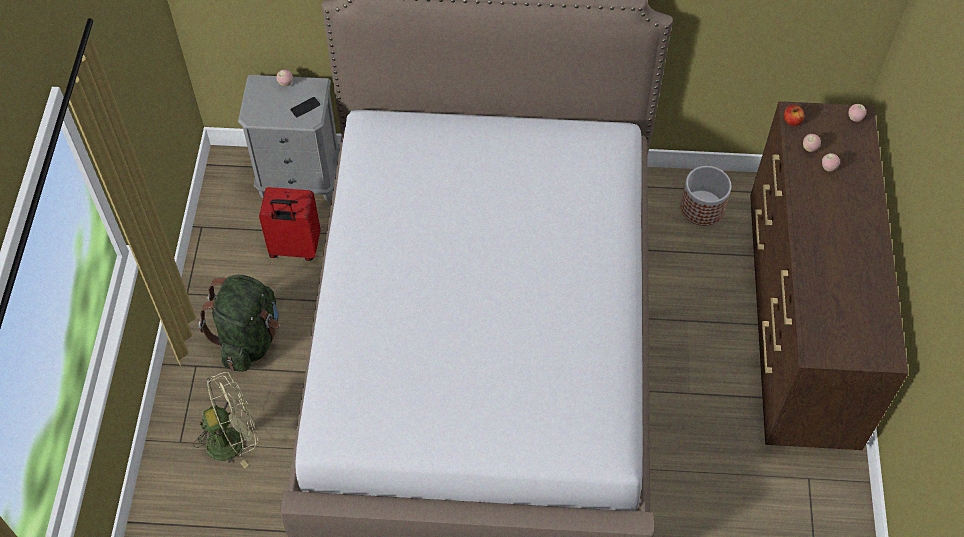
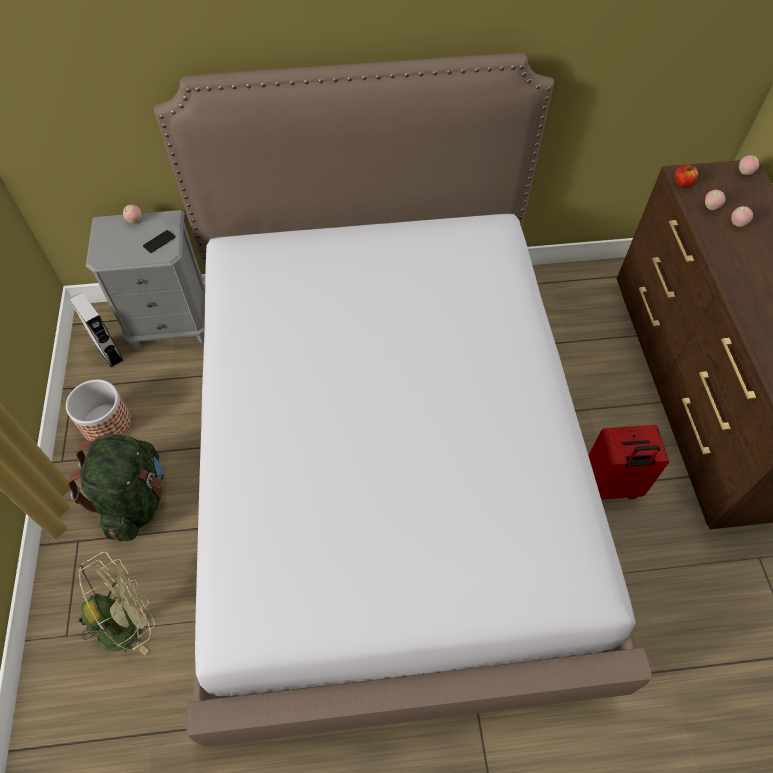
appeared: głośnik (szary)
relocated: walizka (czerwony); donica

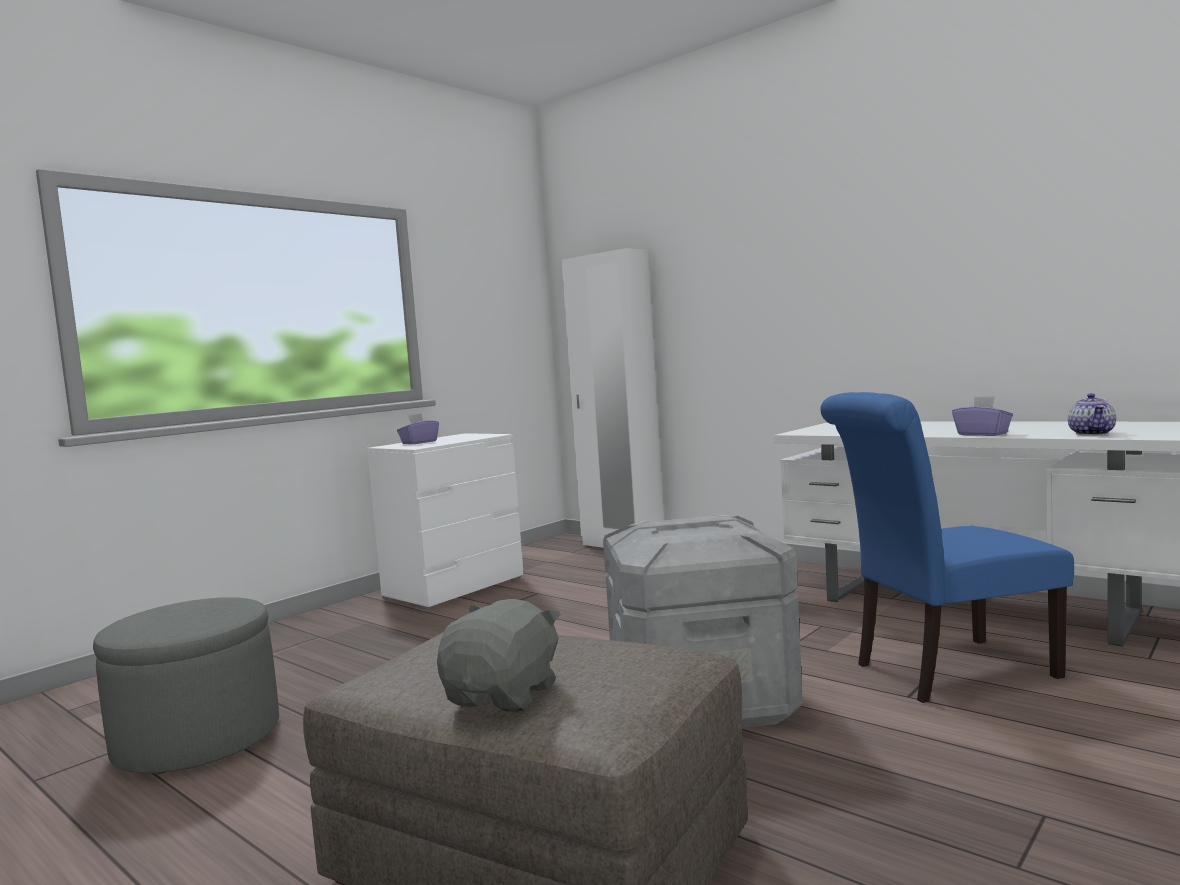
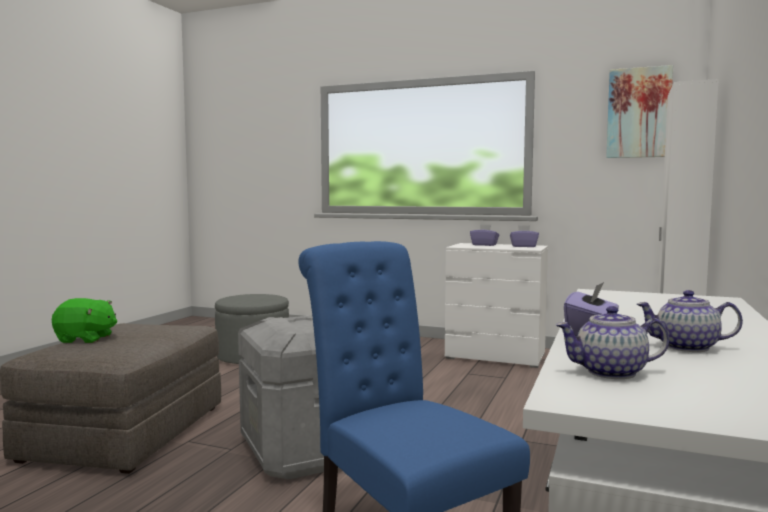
appeared: pudełko chusteczek (fioletowy) (no. 2 from left); obraz; imbryk (no. 2 from left)
colour: pluszak (szary) to pluszak (zielony)

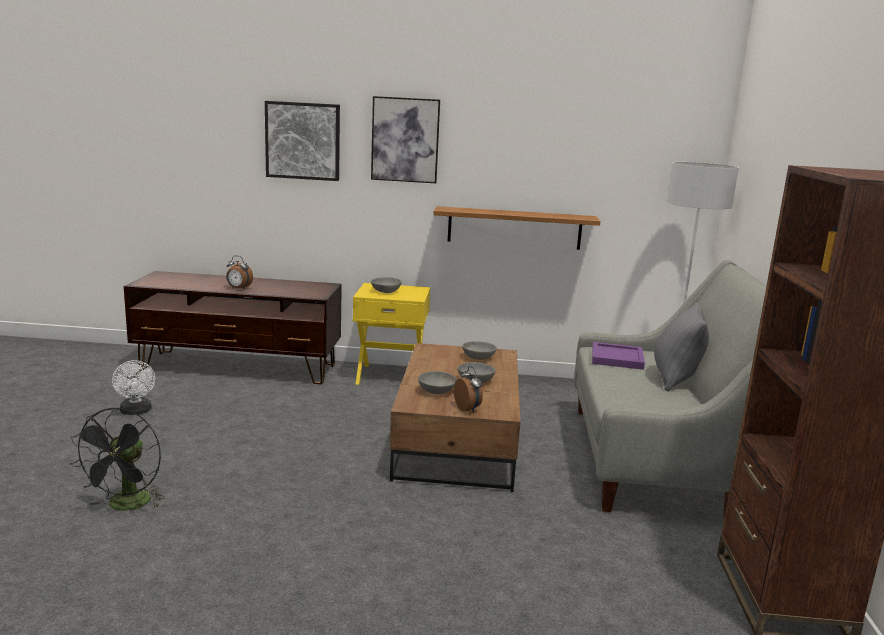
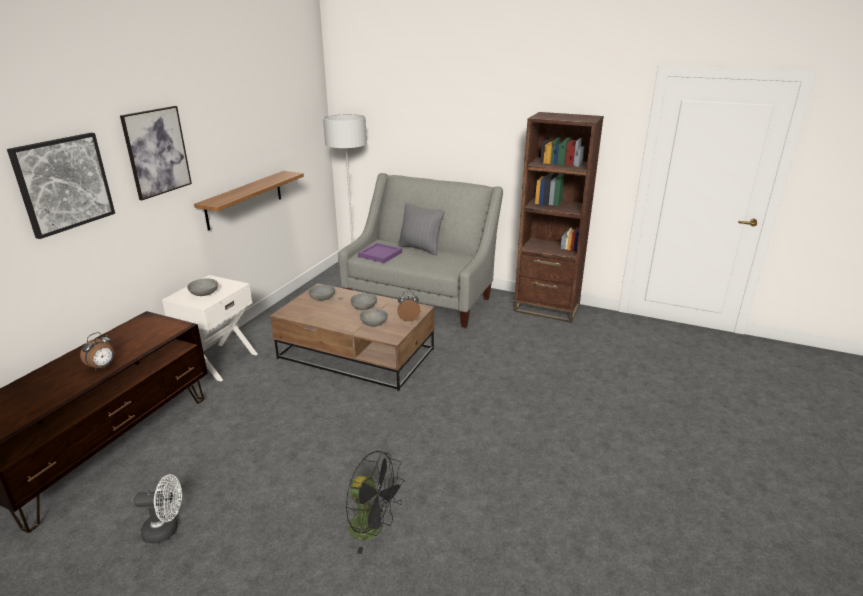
colour: szafka nocna (żółty) to szafka nocna (biały)

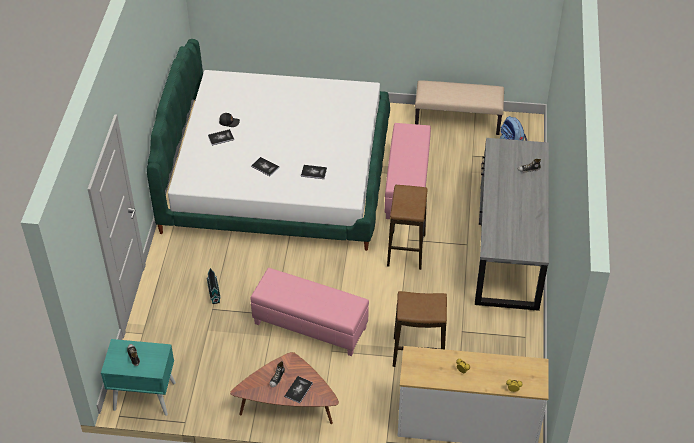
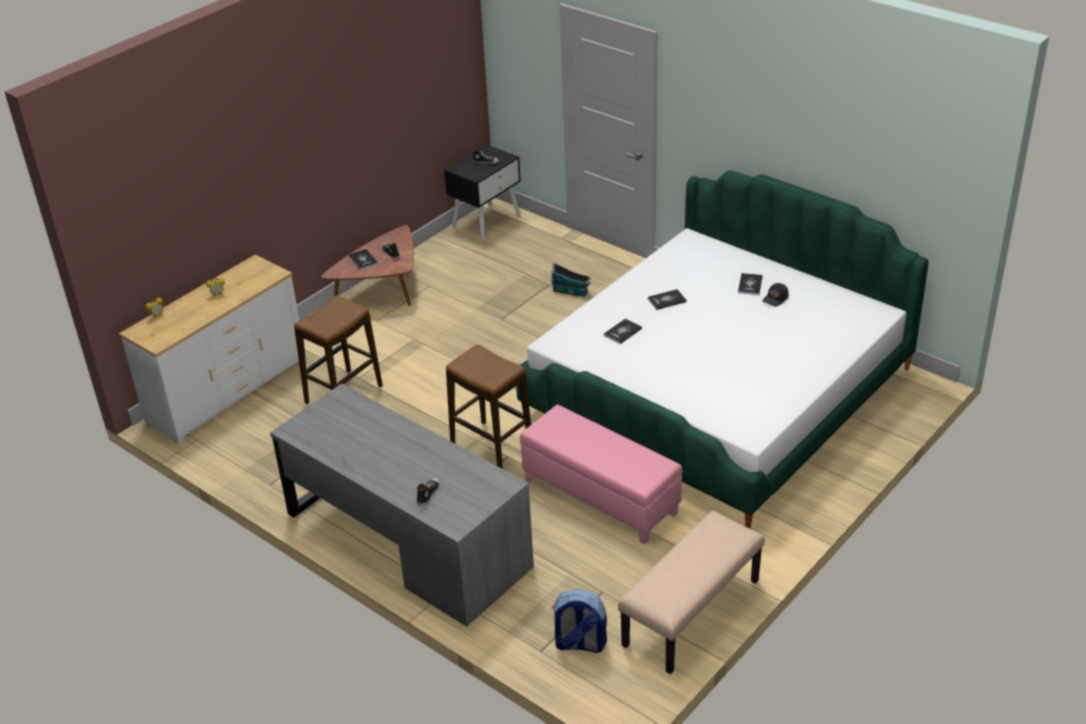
missing: pufa (różowy) (no. 1 from left)
colour: szafka nocna (turkusowy) to szafka nocna (czarny)

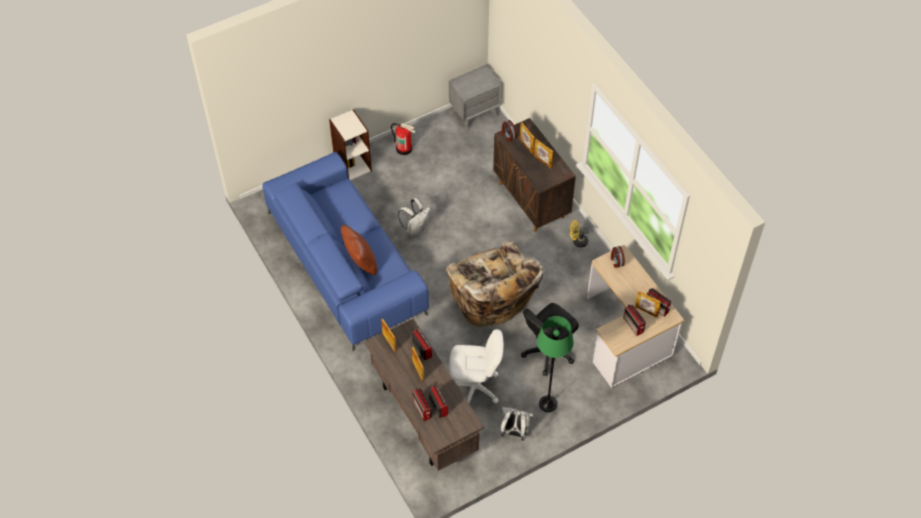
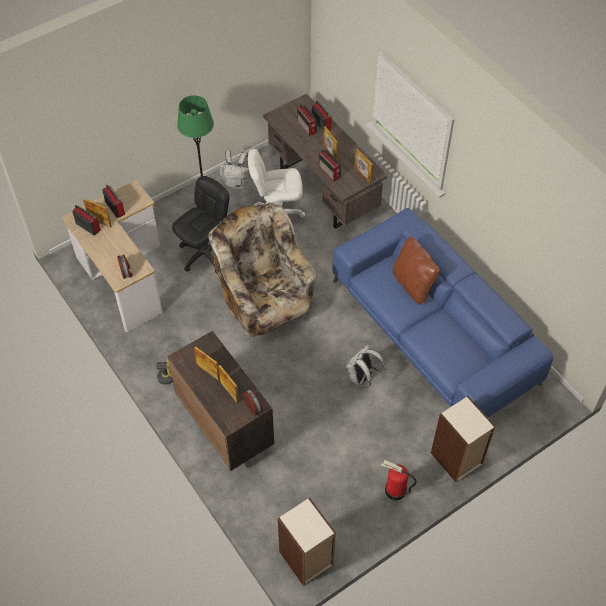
exchanged: szafka nocna (szary) to regał (no. 1 from left)

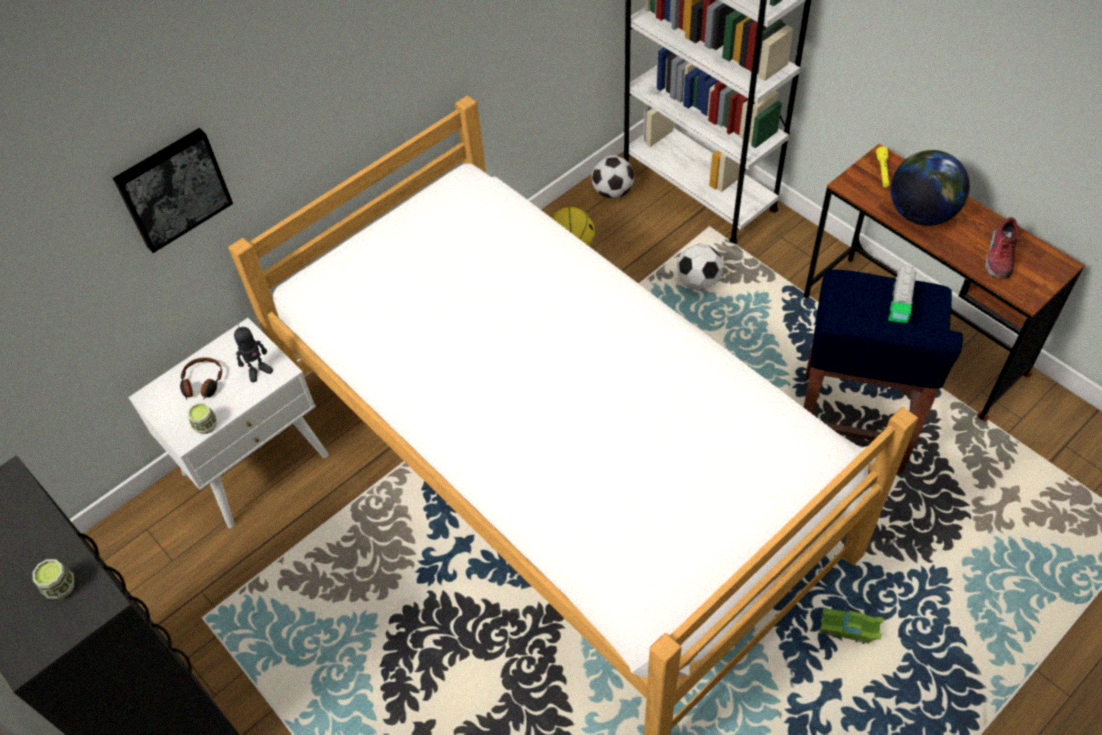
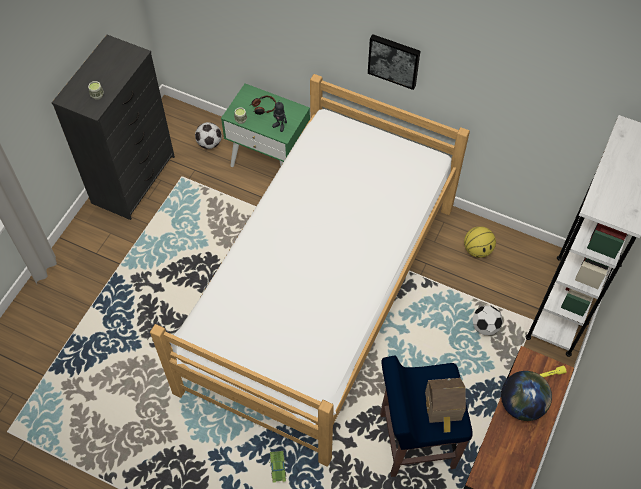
missing: but
relocated: obraz; piłka futbolowa (no. 1 from left)
exchanged: ciężarówka zabawkowa to domek
colour: szafka nocna (biały) to szafka nocna (zielony)

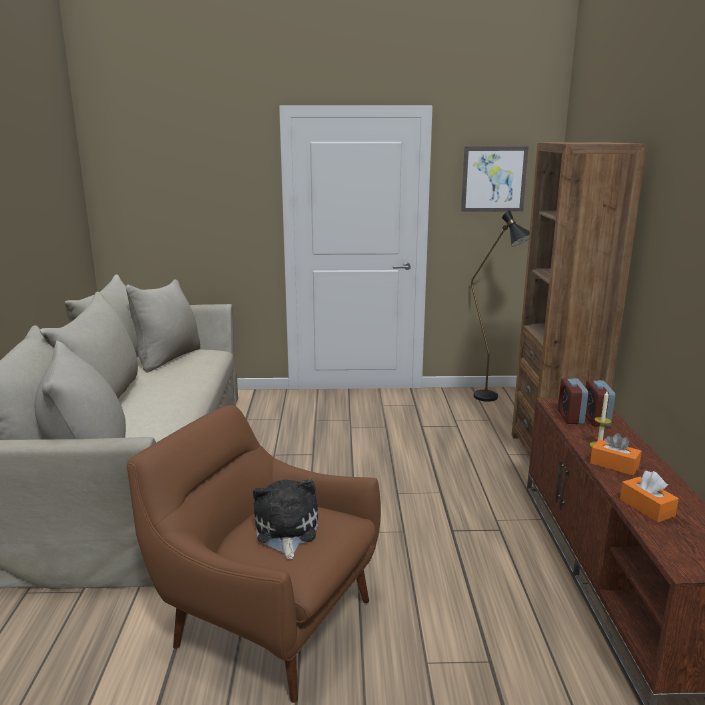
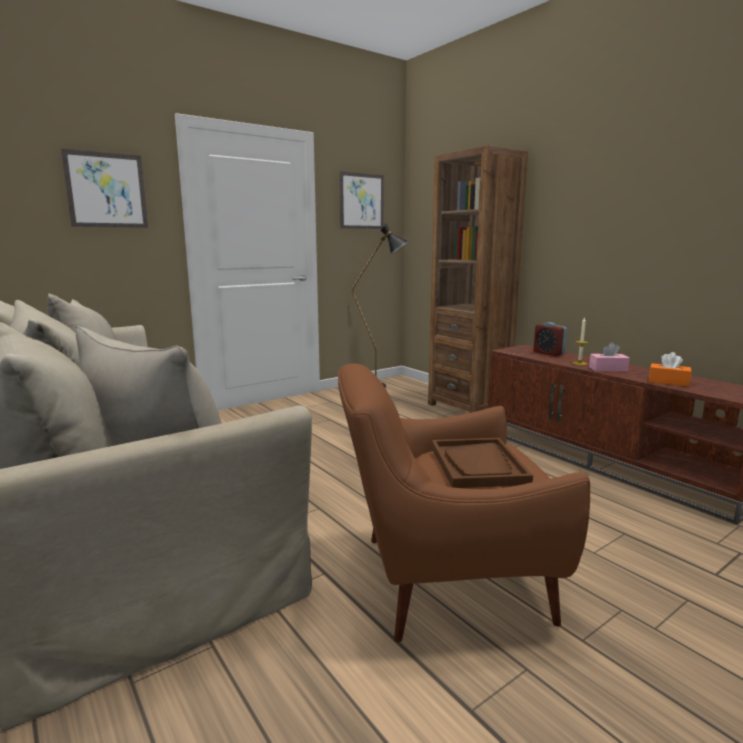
missing: budzik (no. 1 from left)
appeared: obraz (no. 1 from left)
exchanged: pluszak to taca (brązowy)
colour: pudełko chusteczek (pomarańczowy) (no. 1 from left) to pudełko chusteczek (różowy)

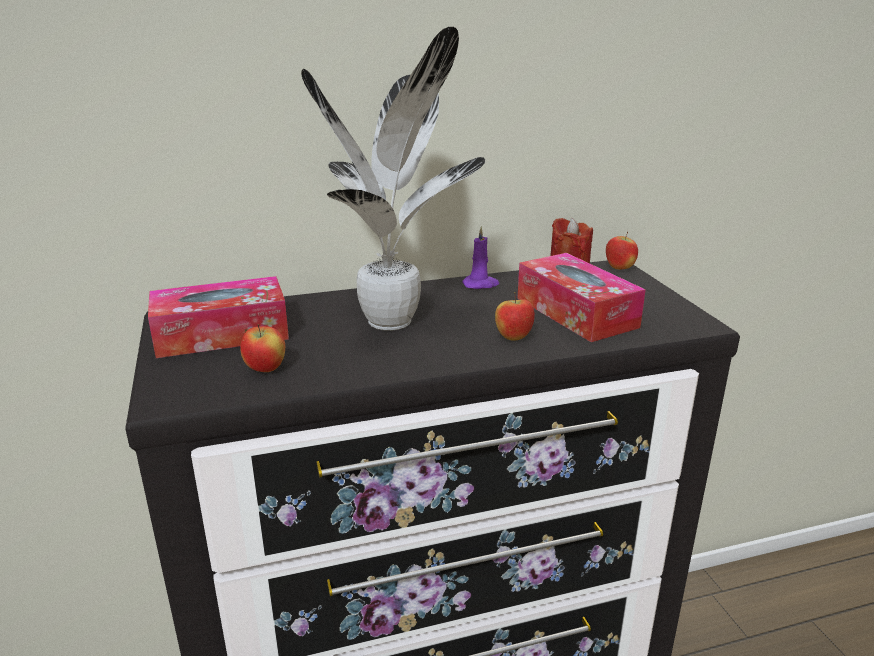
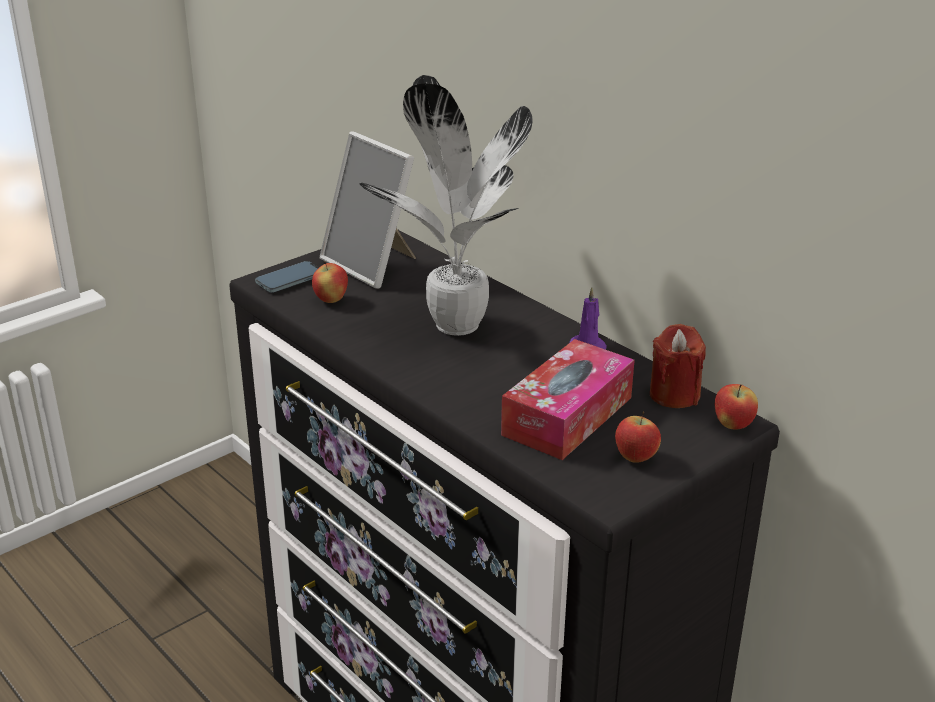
appeared: telefon
relocated: jabłko (no. 2 from left)
exchanged: pudełko chusteczek (no. 1 from left) to ramka na zdjęcie

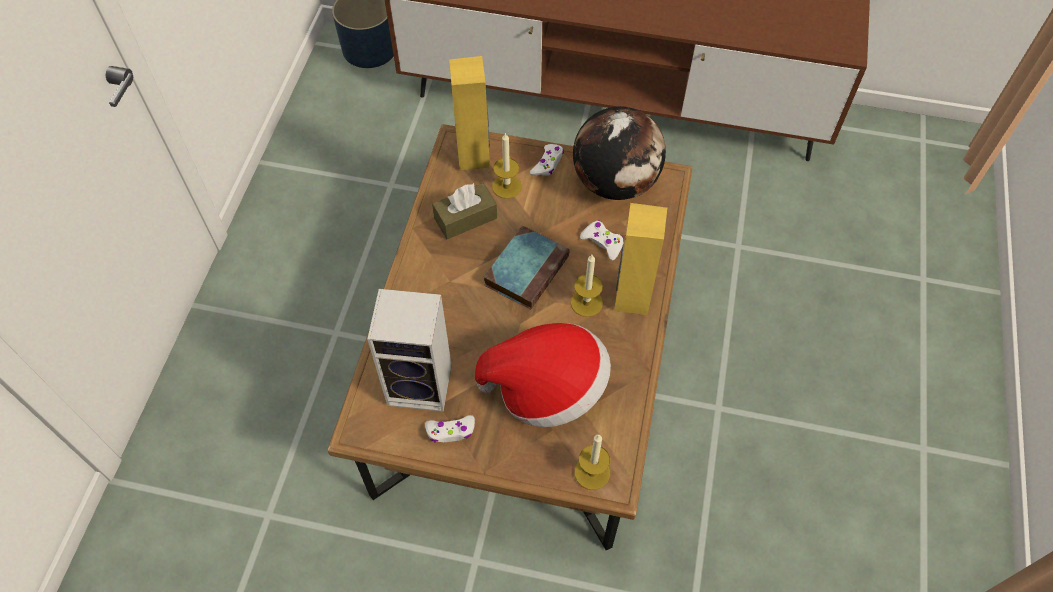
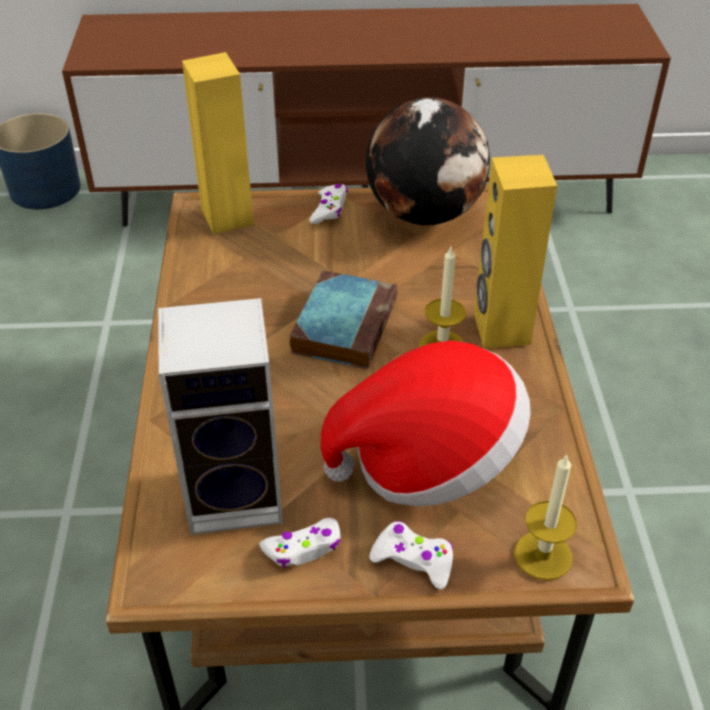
missing: pudełko chusteczek (brązowy); świeca (no. 1 from left)
relocated: pad do gier (biały) (no. 3 from left)

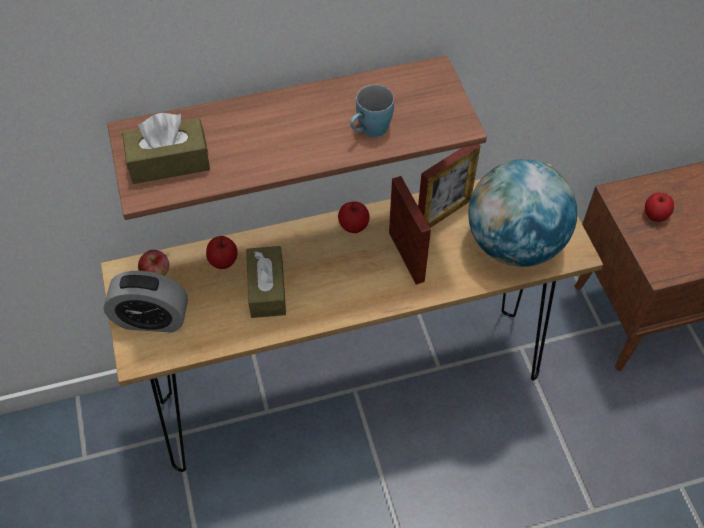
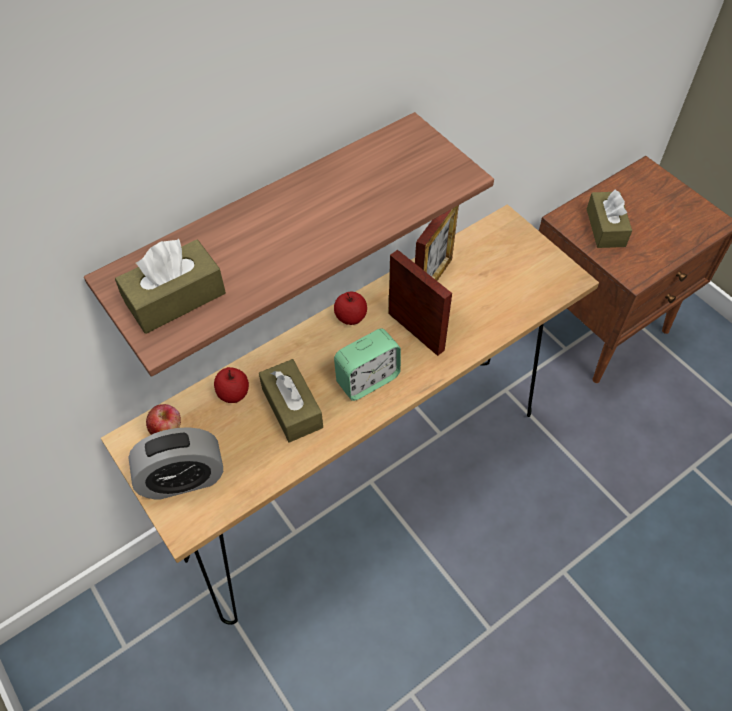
missing: kubek (niebieski); globus
appeared: budzik (no. 2 from left)
exchanged: jabłko (no. 4 from left) to pudełko chusteczek (brązowy) (no. 3 from left)

